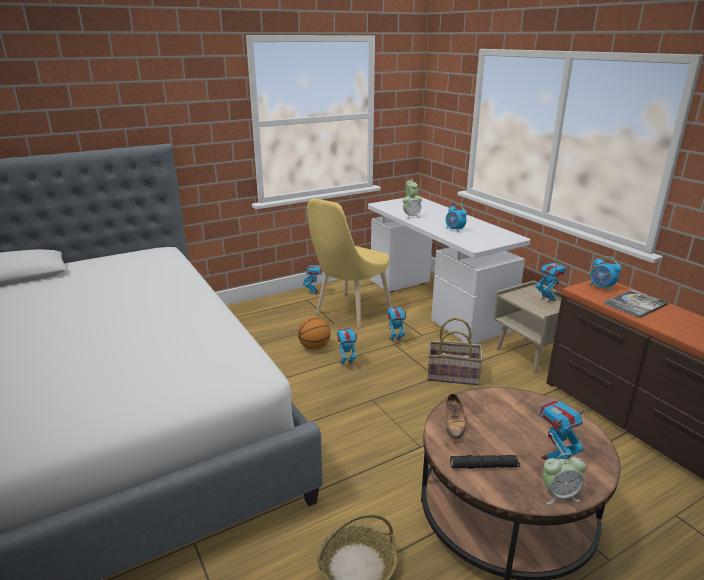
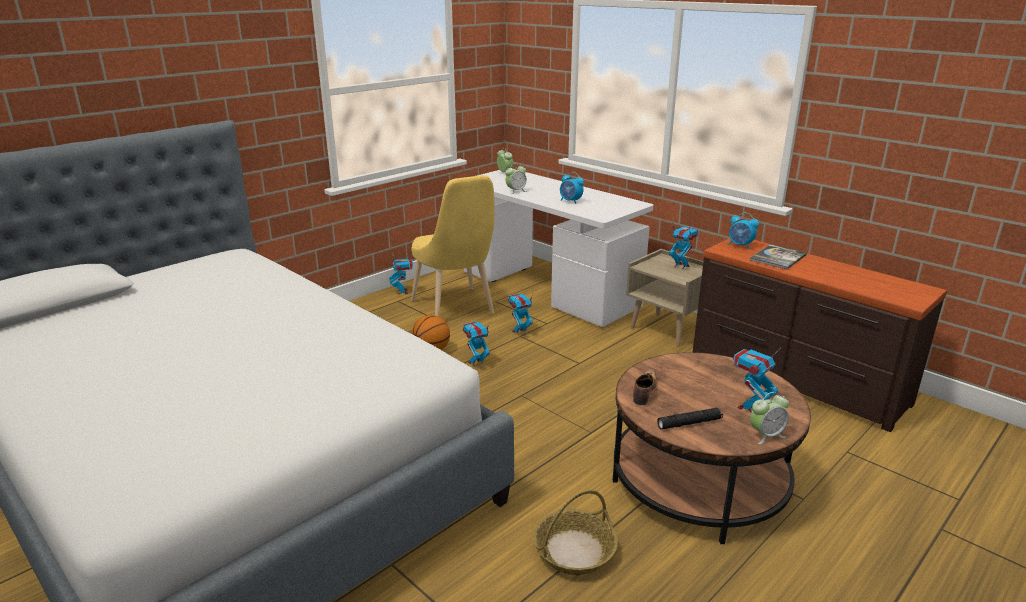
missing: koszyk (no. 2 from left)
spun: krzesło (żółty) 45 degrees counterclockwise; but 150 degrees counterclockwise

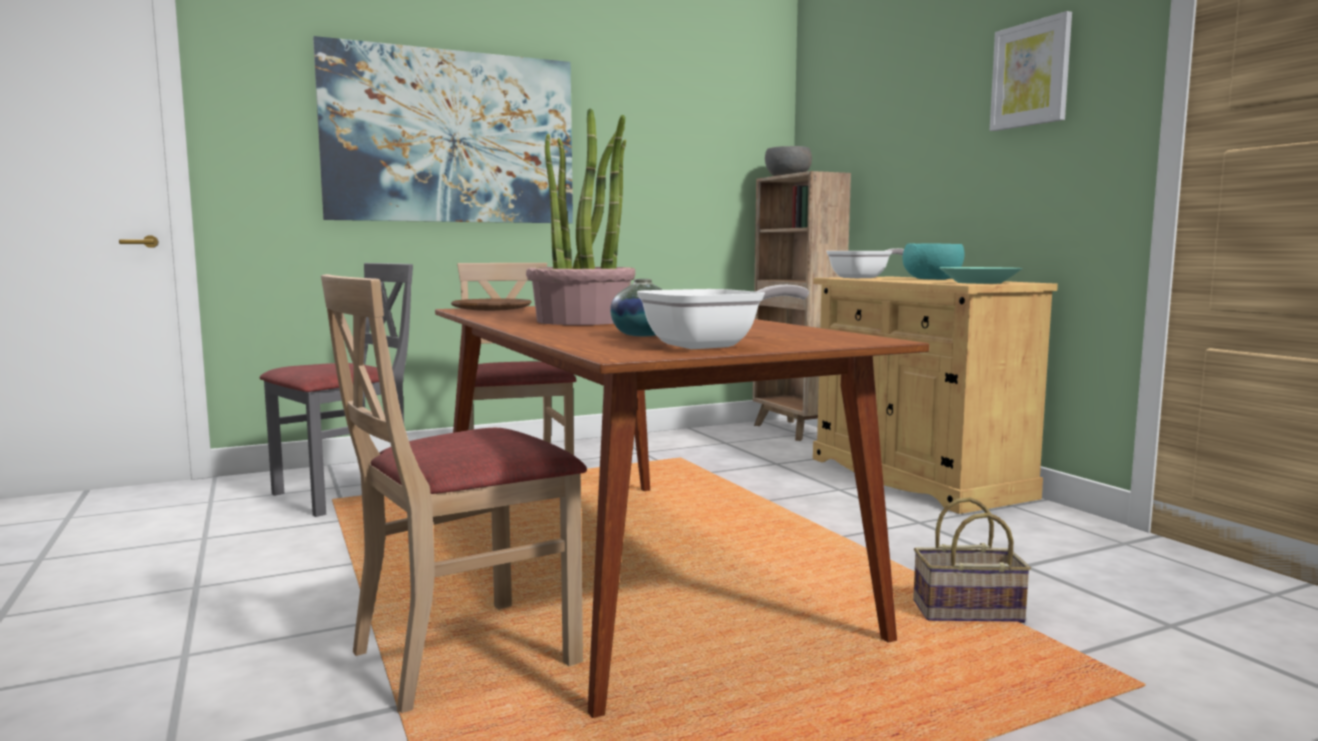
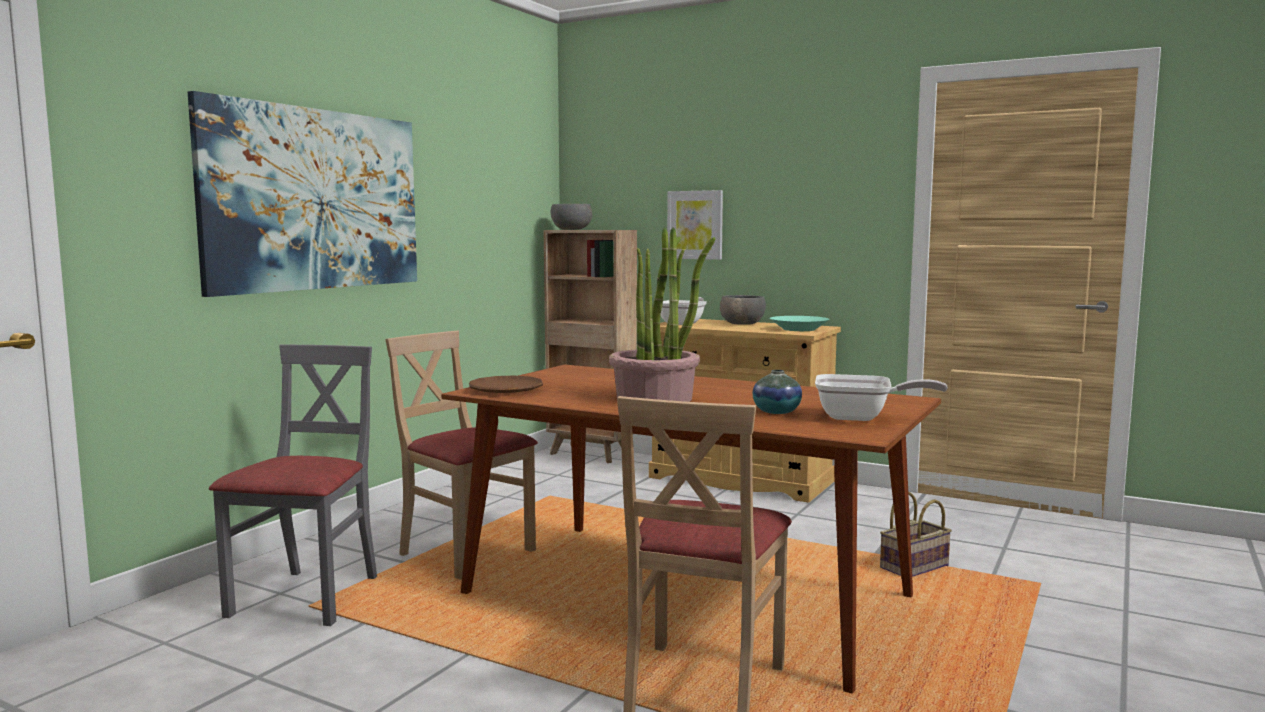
relocated: obraz (no. 2 from left)
colour: miska (turkusowy) (no. 1 from left) to miska (szary) (no. 2 from left)
spun: patelnia (no. 1 from left in the first image) 75 degrees clockwise

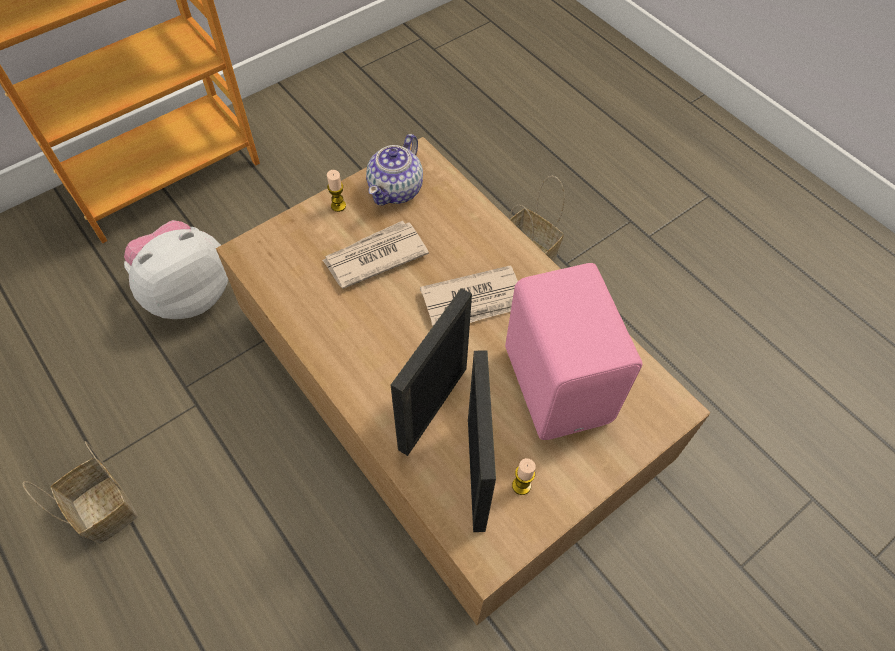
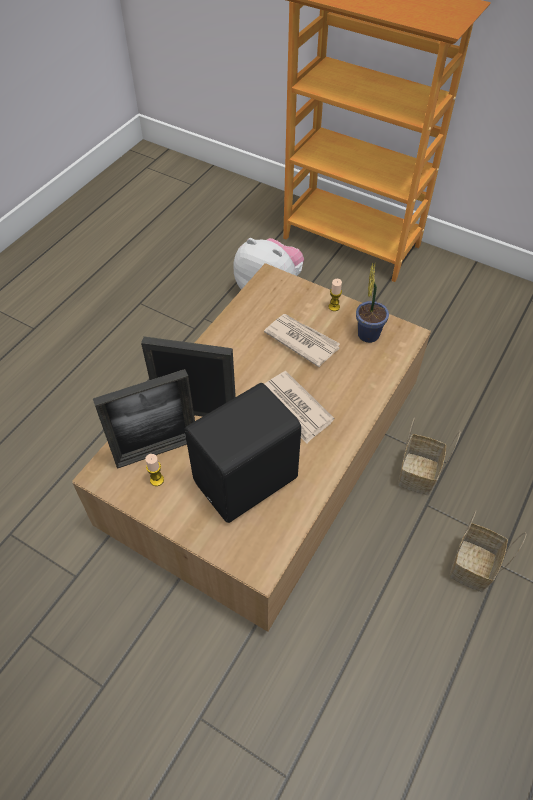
relocated: koszyk (no. 1 from left in the first image) to koszyk (no. 2 from left)
exchanged: imbryk to roślina doniczkowa
colour: głośnik (różowy) to głośnik (czarny)

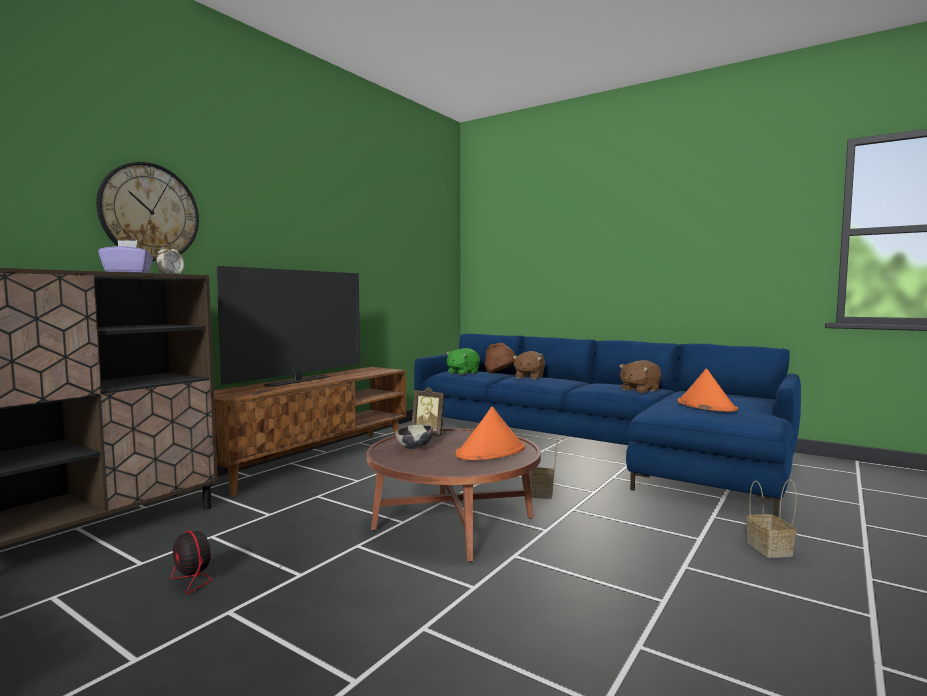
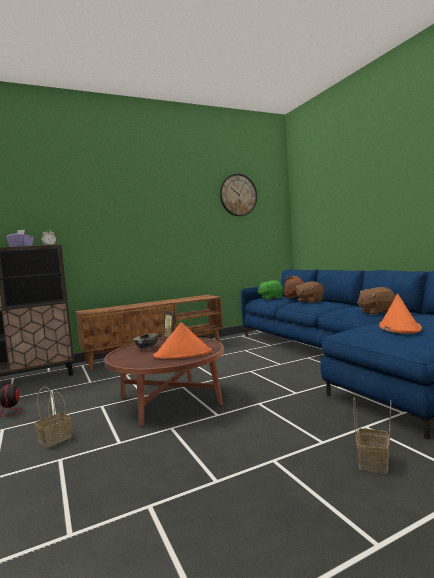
missing: telewizor
relocated: zegar ścienny; koszyk (no. 1 from left)

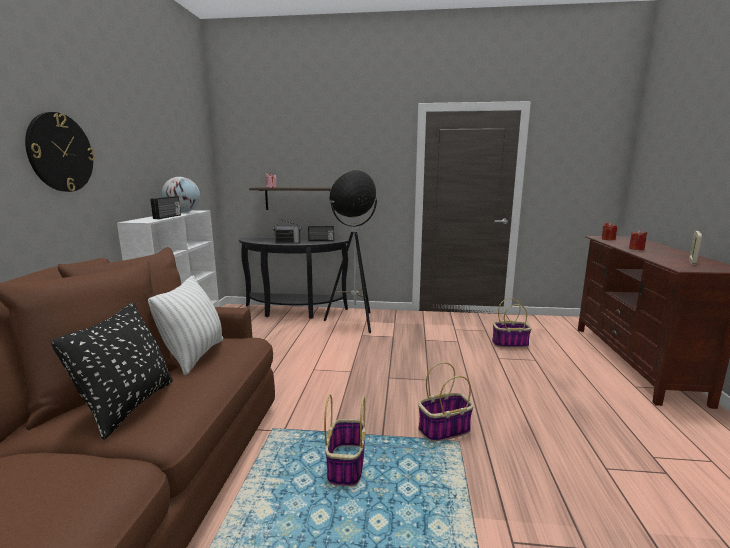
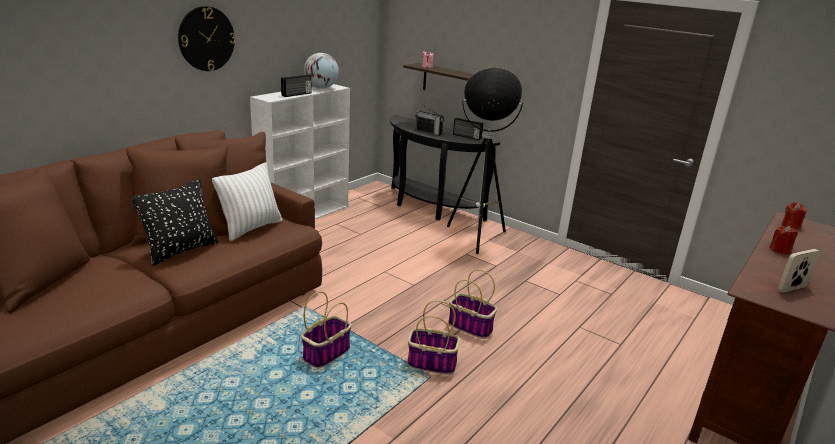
relocated: koszyk (no. 3 from left)

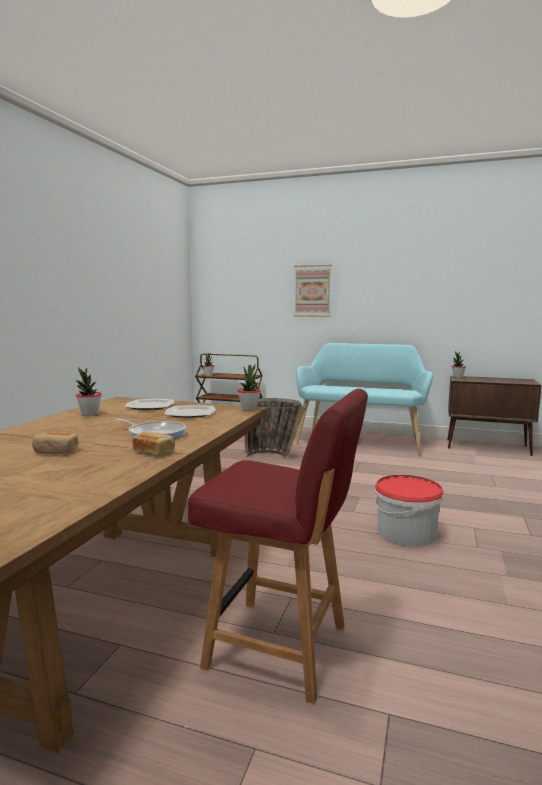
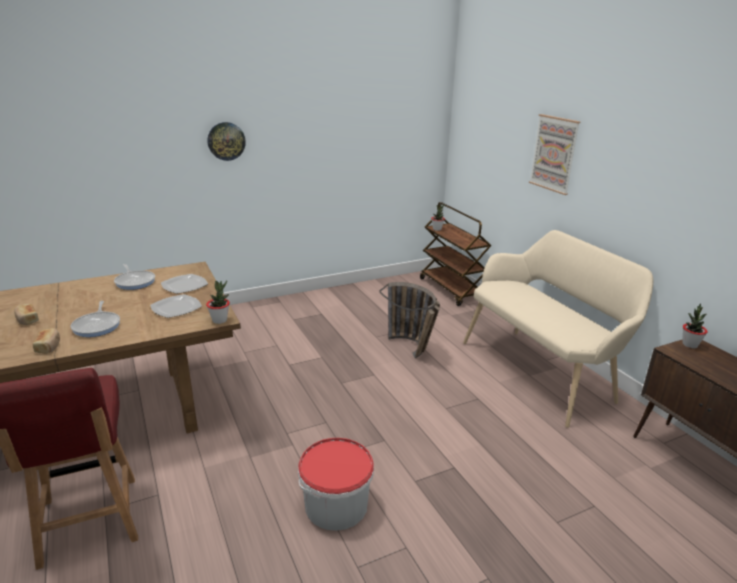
appeared: zegar ścienny
exchanged: roślina doniczkowa (no. 1 from left) to patelnia (no. 2 from left)
colour: ławka (turkusowy) to ławka (beżowy)

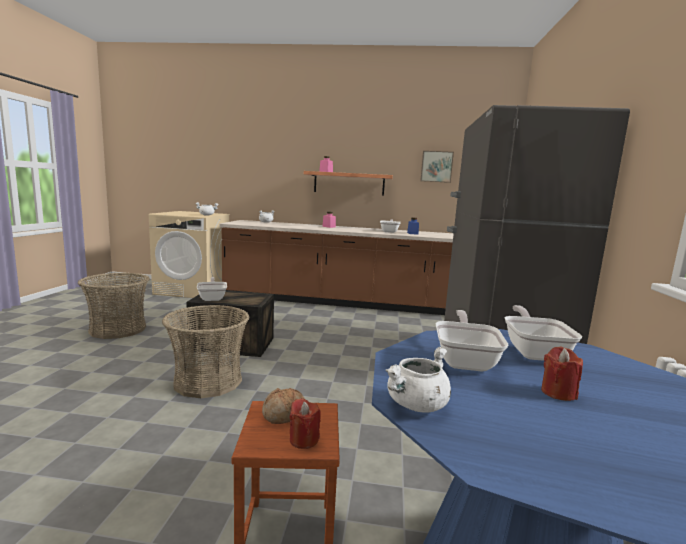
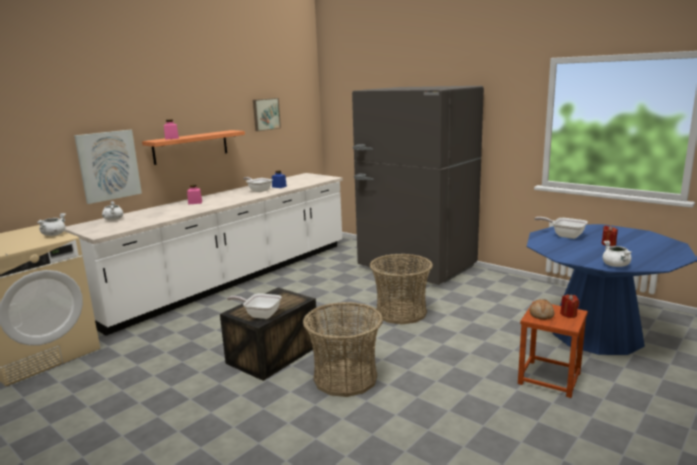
missing: patelnia (no. 3 from left)
appeared: obraz (no. 1 from left)
relocated: koszyk (no. 1 from left in the first image) to koszyk (no. 2 from left)
colour: zabudowa kuchenna (brązowy) to zabudowa kuchenna (biały)

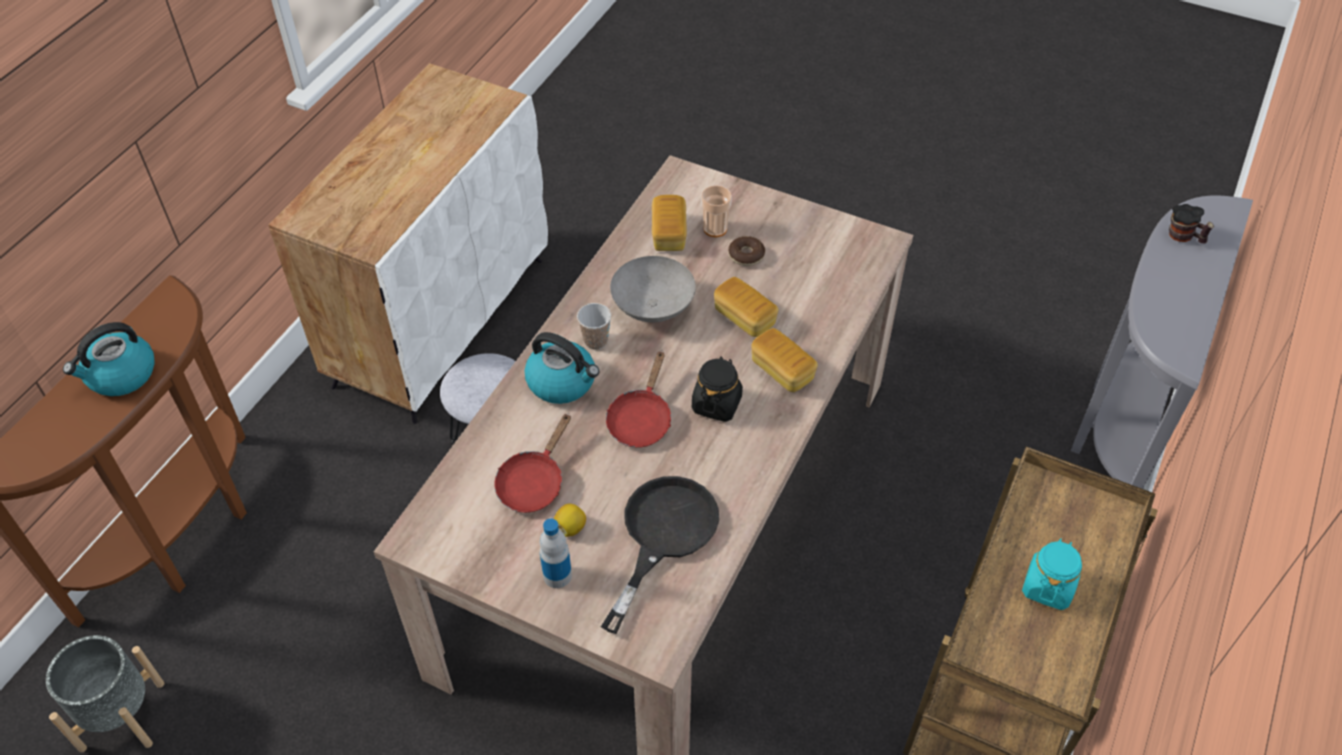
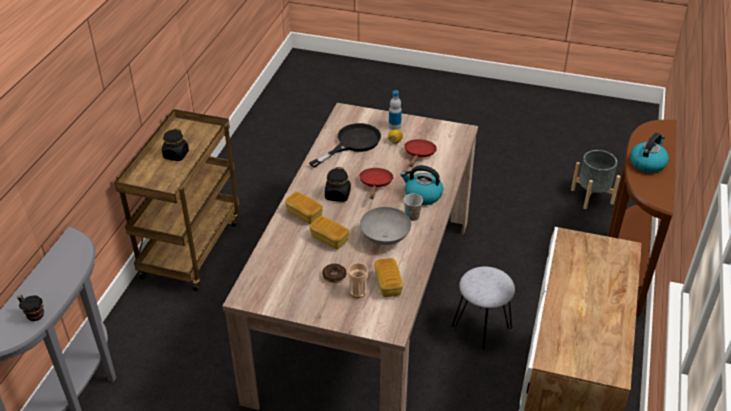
colour: słoik (turkusowy) to słoik (czarny) (no. 1 from left)
spun: patelnia (czarny) 150 degrees counterclockwise

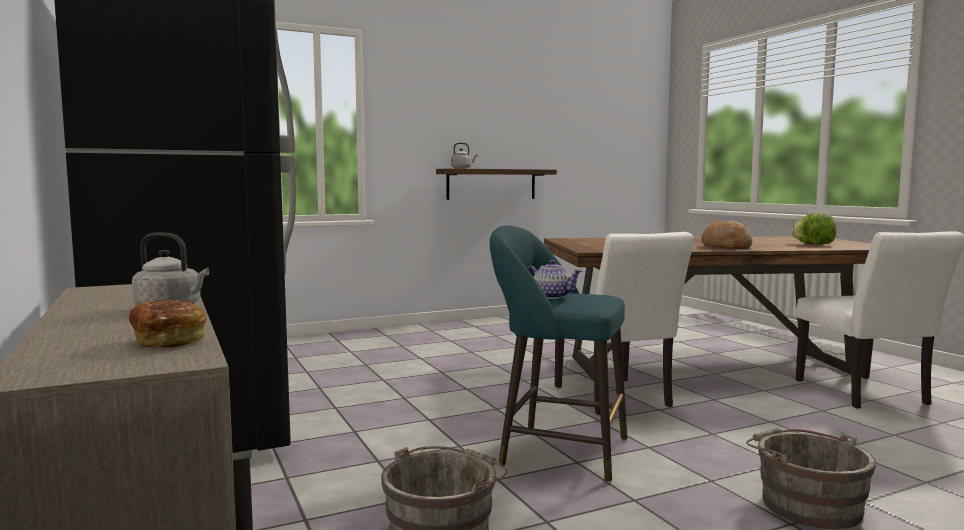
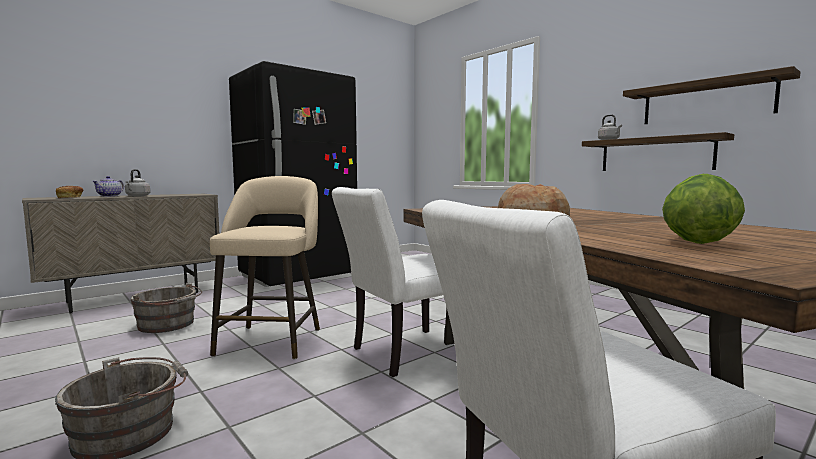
appeared: półka (no. 2 from left)
relocated: imbryk
colour: stołek (turkusowy) to stołek (beżowy)

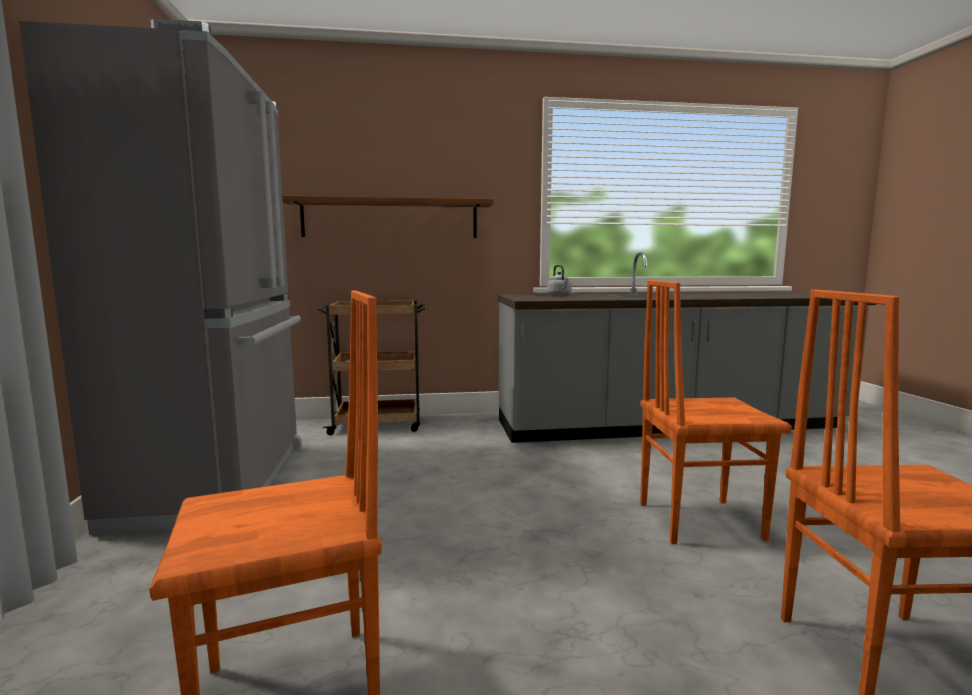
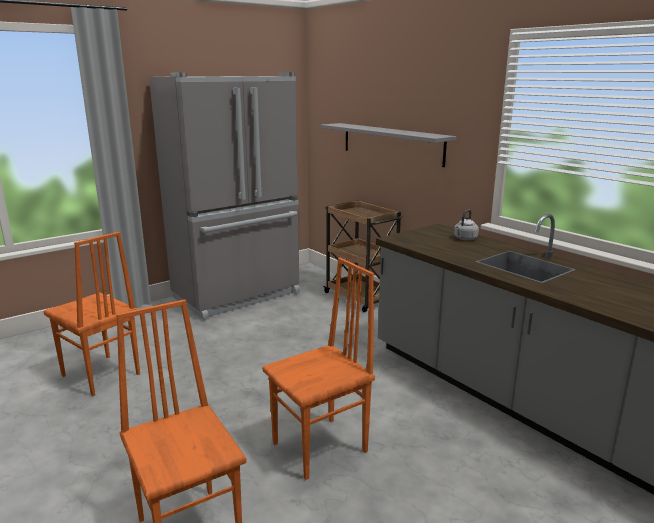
colour: półka (brązowy) to półka (szary)
spun: krzesło (pomarańczowy) (no. 2 from left in the first image) 90 degrees clockwise

